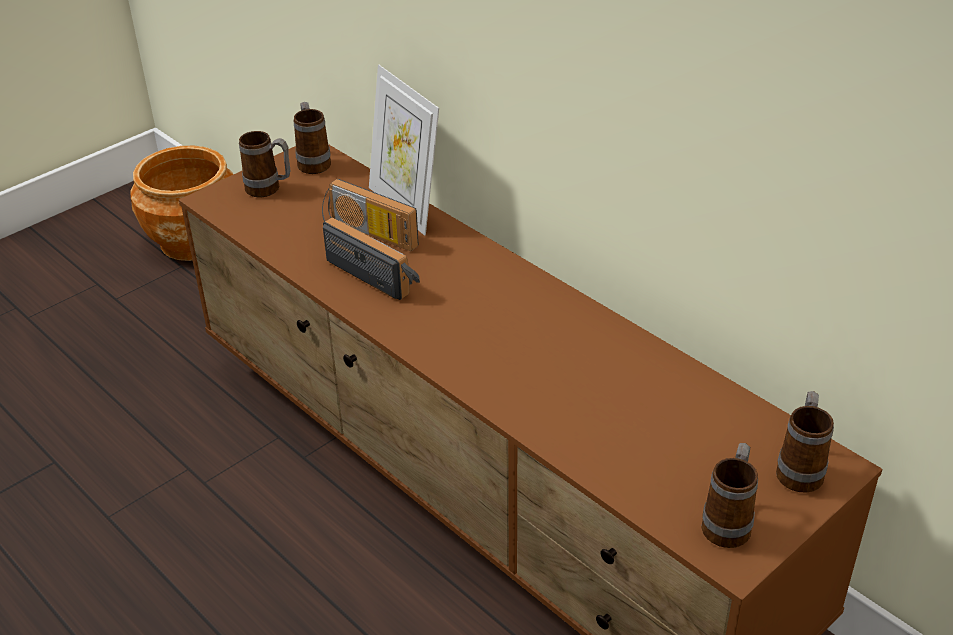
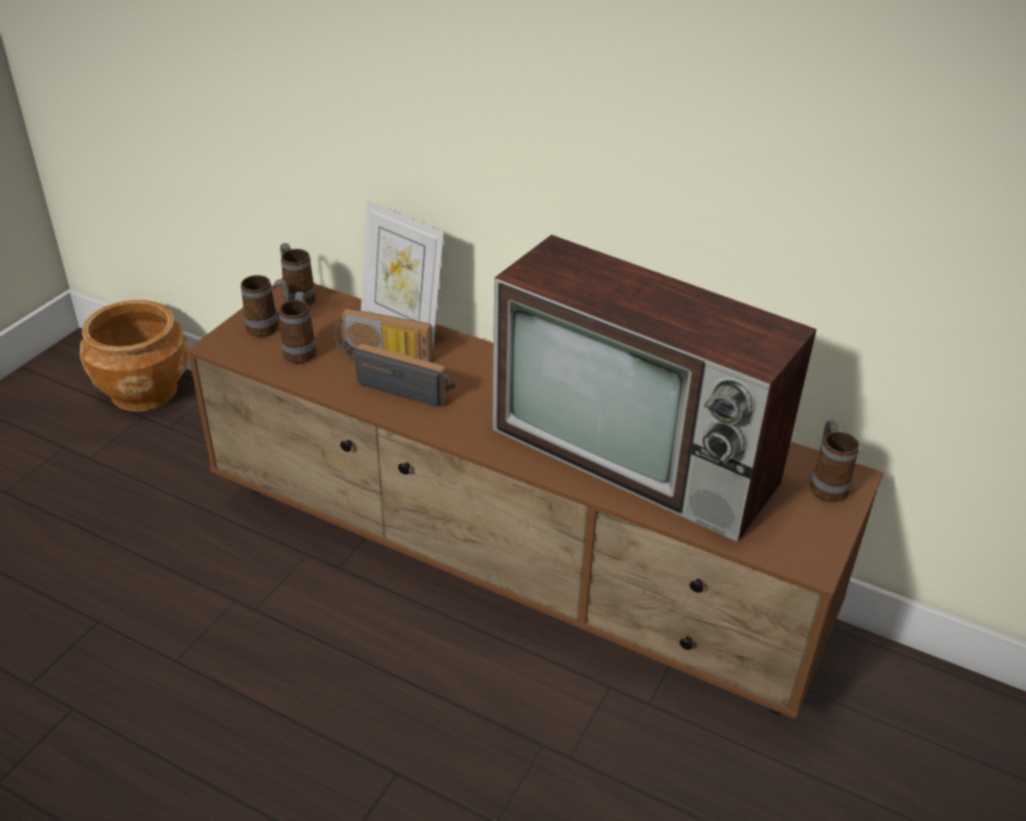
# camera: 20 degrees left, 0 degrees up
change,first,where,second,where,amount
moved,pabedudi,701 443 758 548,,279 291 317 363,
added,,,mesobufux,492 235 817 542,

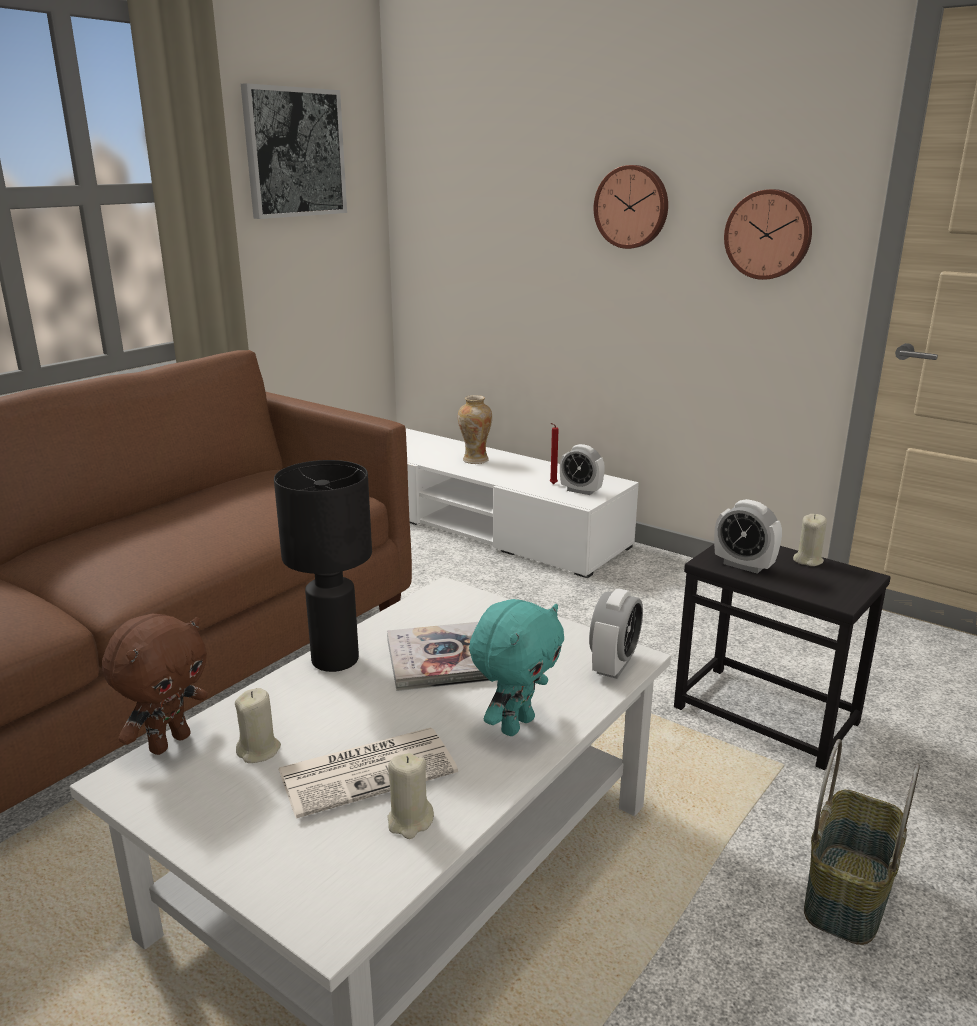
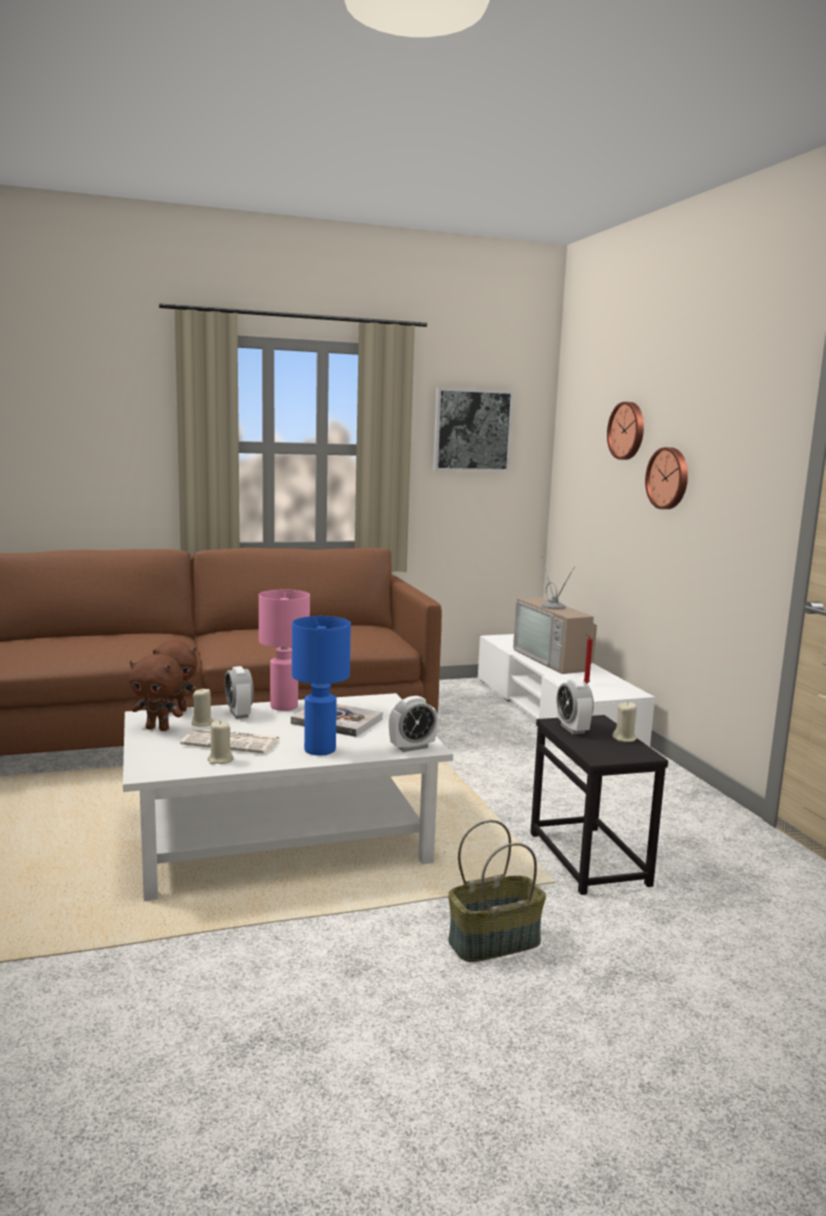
# camera: 35 degrees right, 10 degrees down
change,first,where,second,where,amount
recoloured,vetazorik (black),274 460 372 672,vetazorik (pink),259 590 310 711,
replaced,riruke,458 395 492 464,mesobufux,513 557 597 674,
replaced,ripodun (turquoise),469 599 564 736,vetazorik (blue),292 616 351 756,
moved,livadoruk,560 444 605 495,,225 666 254 719,
moved,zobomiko,724 189 812 280,,607 402 644 460,
added,,,ripodun (brown),129 654 183 731,

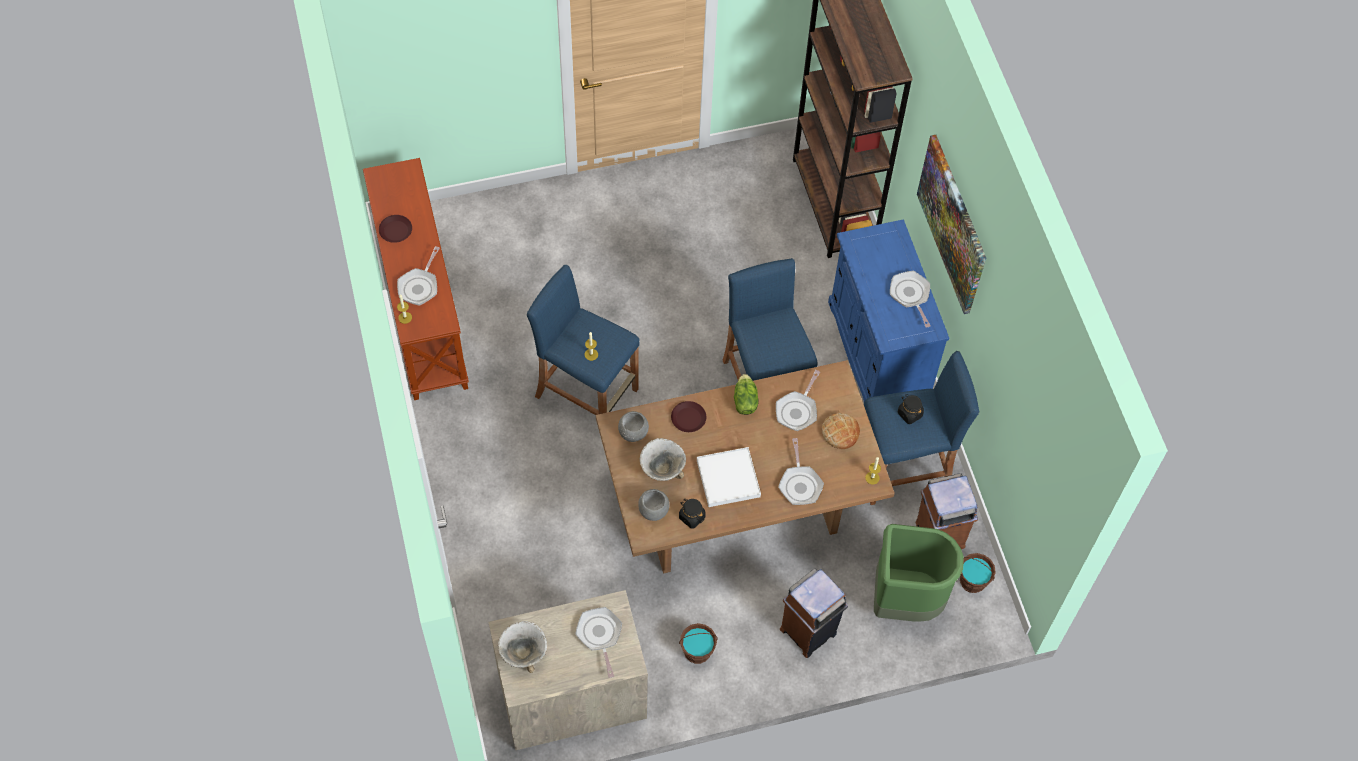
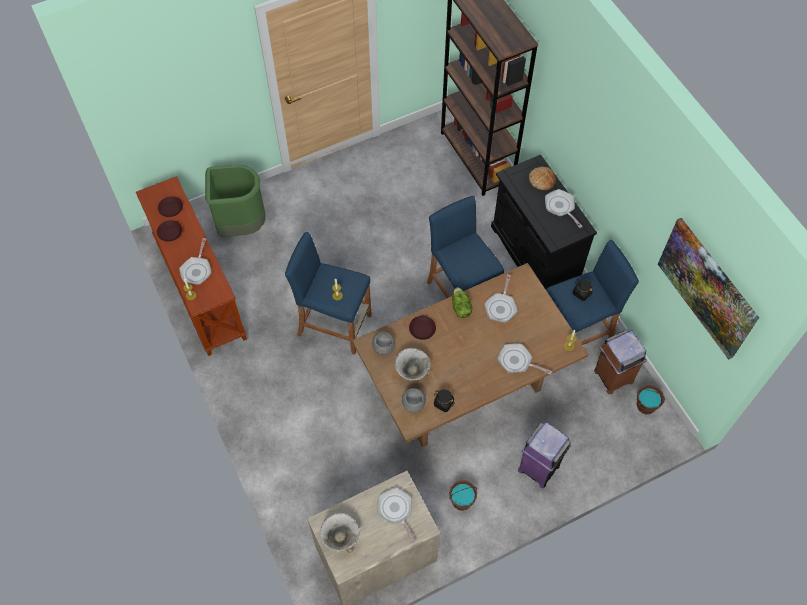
# camera: 10 degrees left, 0 degrees up
change,first,where,second,where,amount
removed,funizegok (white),697 447 761 507,,,
turned,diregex,778 438 824 505,,497 344 552 375,135 degrees clockwise
recoloured,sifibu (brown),780 569 848 658,sifibu (purple),518 422 571 489,
moved,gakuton,821 413 860 449,,529 166 556 190,
recoloured,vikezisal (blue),828 219 949 401,vikezisal (black),491 155 597 290,
moved,sifibu (green),874 524 964 621,,205 165 266 237,
moved,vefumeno,917 135 986 314,,658 218 759 360,
added,,,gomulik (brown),158 196 183 217,

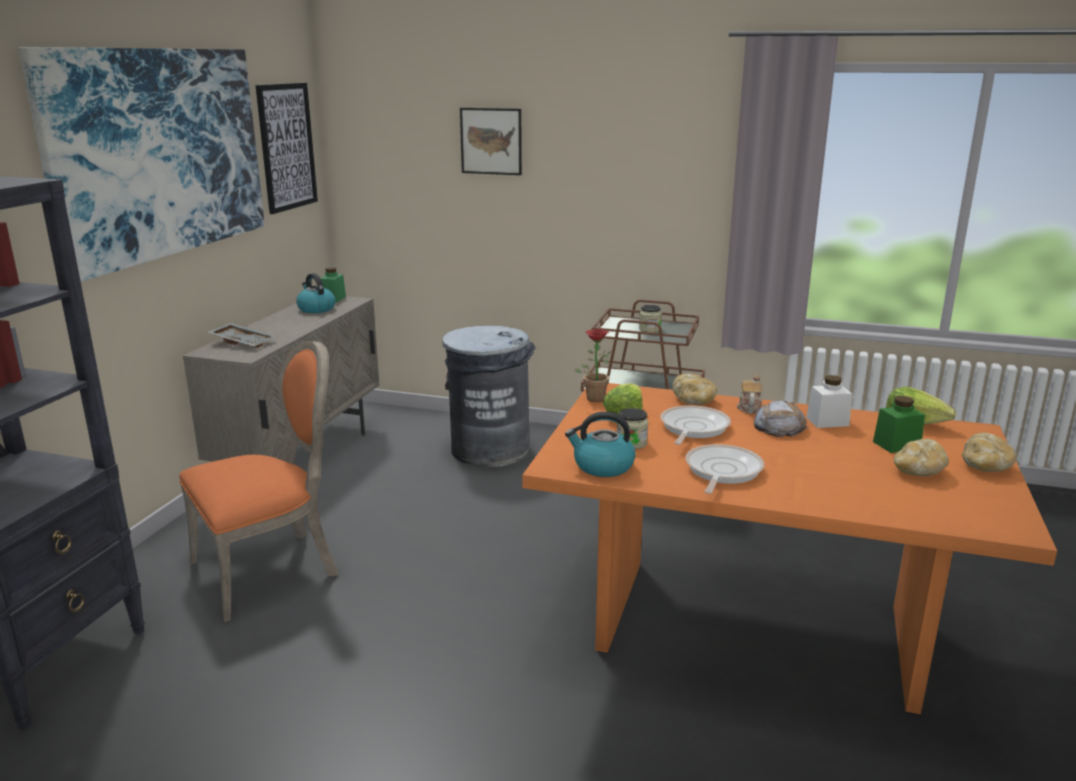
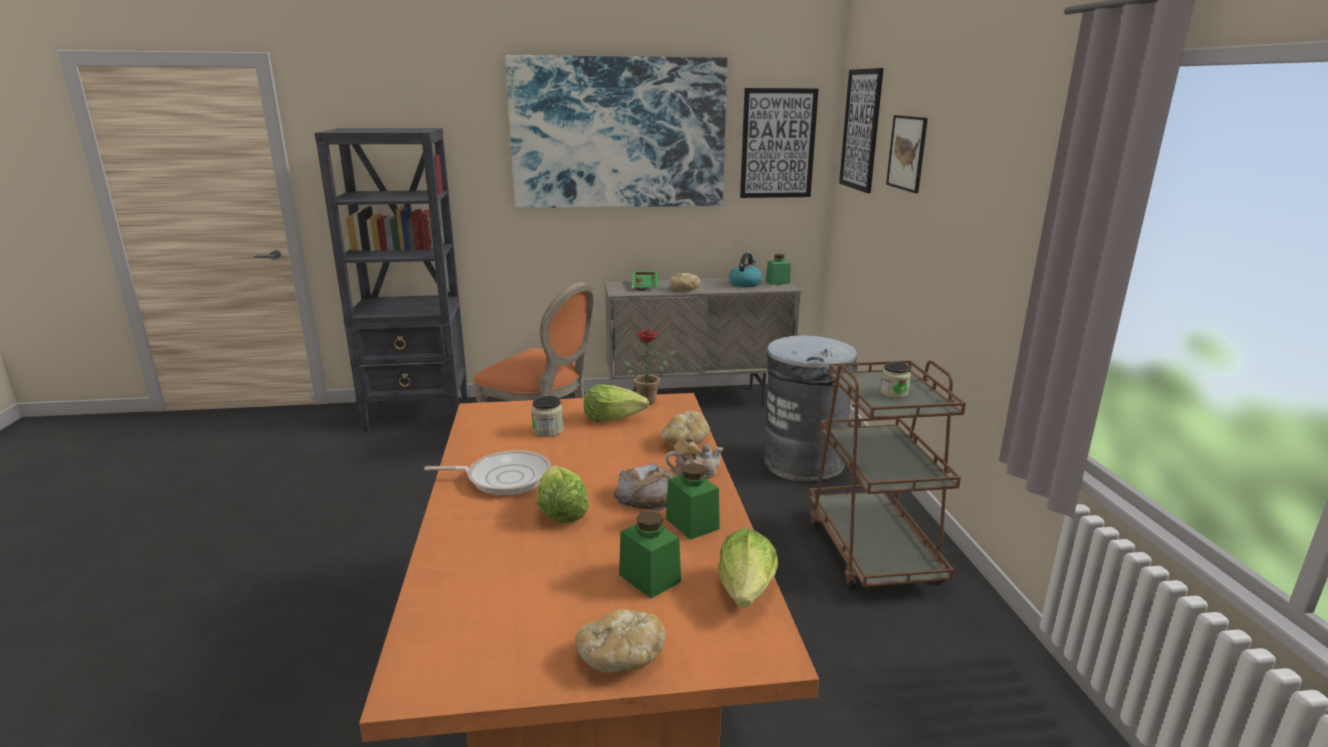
# camera: 65 degrees right, 0 degrees up
change,first,where,second,where,amount
recoloured,funizegok (grey),208 323 276 348,funizegok (green),632 271 659 291,
removed,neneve,565 412 636 477,,,
removed,diregex,661 405 731 445,,,
recoloured,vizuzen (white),806 375 852 428,vizuzen (green),666 463 720 540,
moved,gakuton,894 439 949 476,,669 273 700 291,
added,,,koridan,536 465 589 523,
added,,,vefumeno,839 68 884 193,

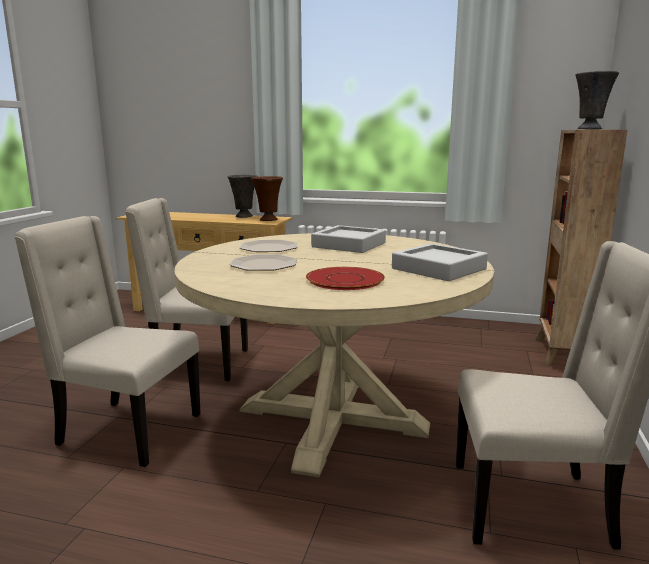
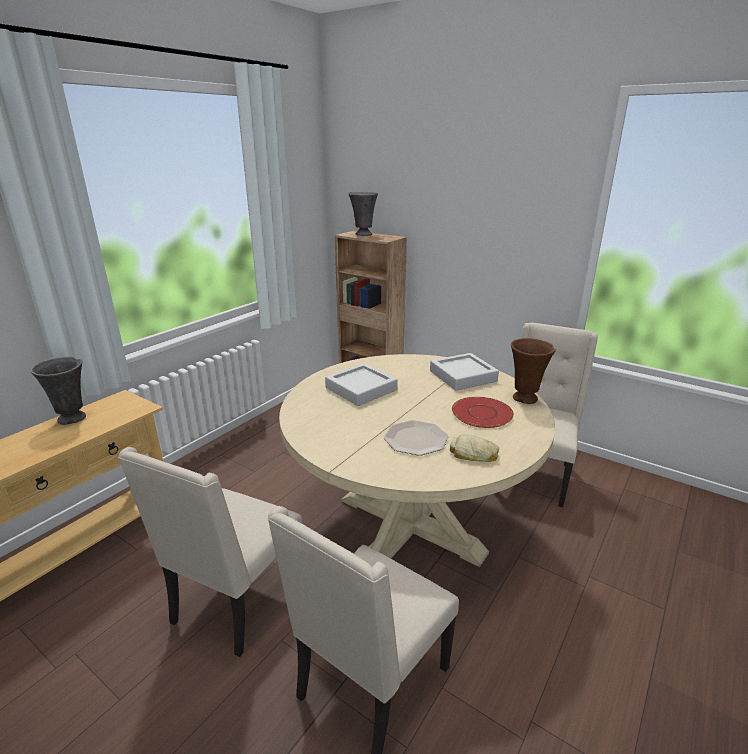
# camera: 70 degrees left, 10 degrees up
change,first,where,second,where,amount
removed,gomulik,240 240 297 252,,,
moved,riruke (brown),251 176 283 221,,511 338 556 404,
added,,,gakuton,450 434 499 462,

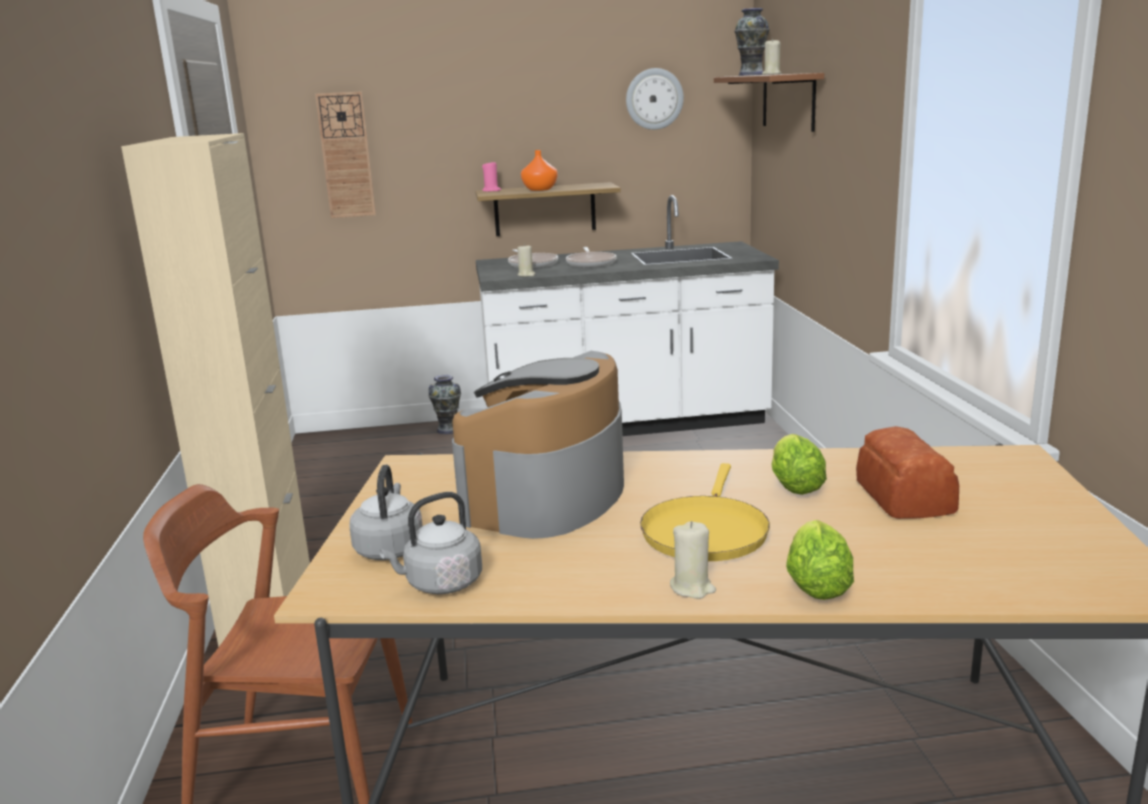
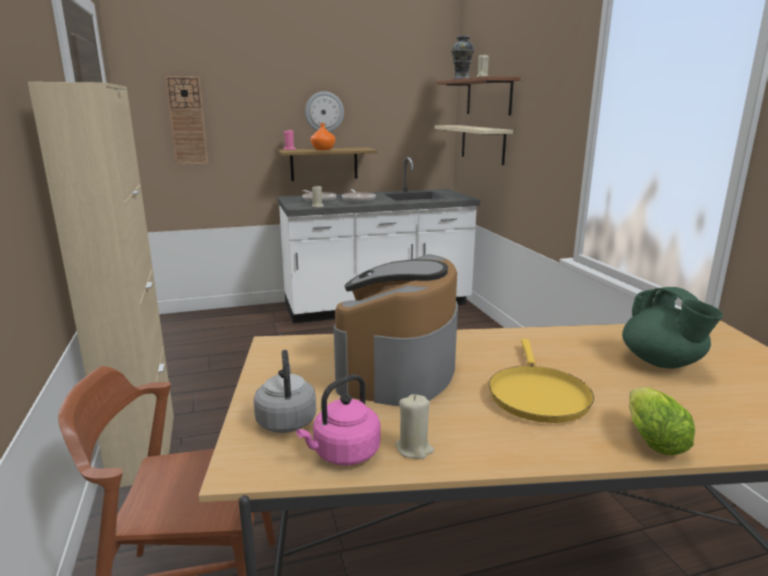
# camera: 10 degrees left, 0 degrees up
change,first,where,second,where,amount
recoloured,neneve (grey),379 492 482 594,neneve (pink),296 374 380 466,
removed,riruke,428 374 461 434,,,
moved,zobomiko,626 68 684 130,,305 91 344 132,
moved,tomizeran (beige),670 521 716 599,,395 394 434 459,
removed,koridan,772 434 827 495,,,
replaced,gakuton,856 426 959 519,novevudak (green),622 287 723 369,
added,,,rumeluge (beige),434 125 513 165,

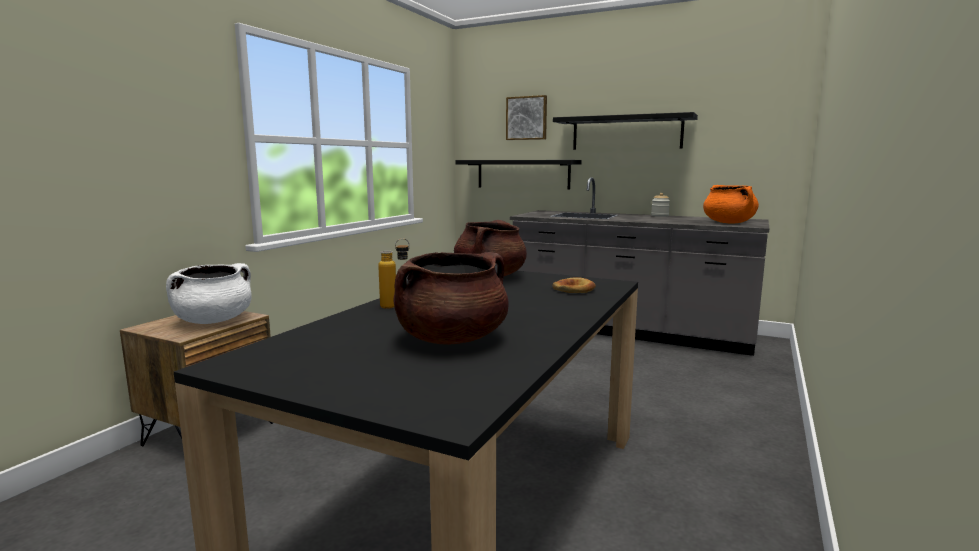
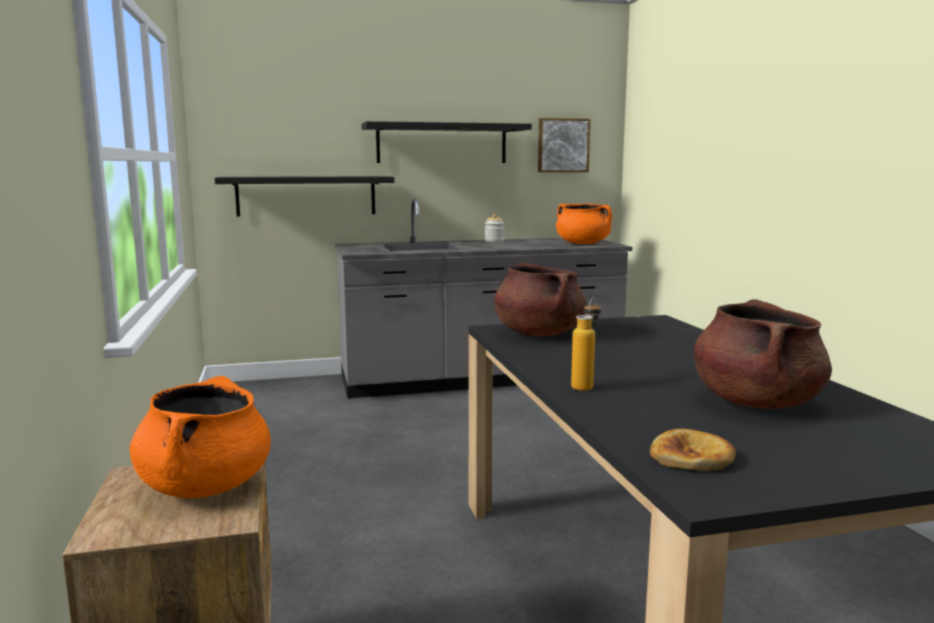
# camera: 40 degrees left, 0 degrees up
change,first,where,second,where,amount
recoloured,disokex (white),166 263 252 324,disokex (orange),130 376 271 498,
moved,vefumeno,506 95 547 140,,538 118 591 172,
moved,gakuton,552 277 596 293,,650 428 736 471,

